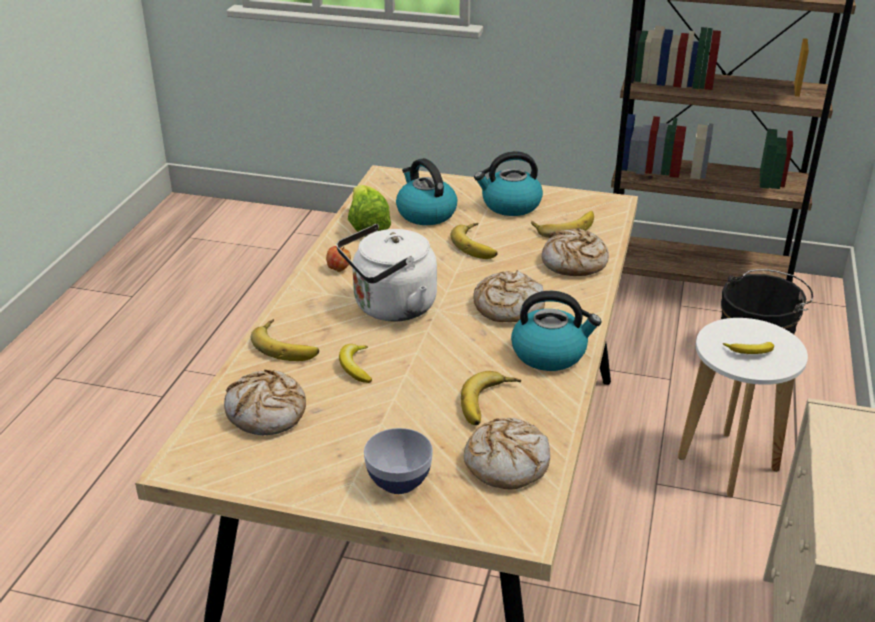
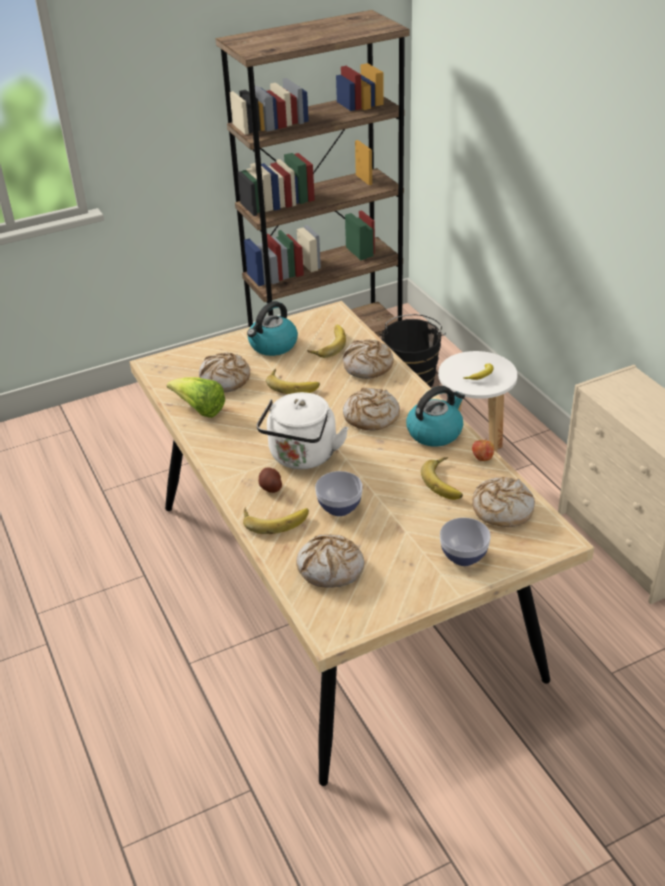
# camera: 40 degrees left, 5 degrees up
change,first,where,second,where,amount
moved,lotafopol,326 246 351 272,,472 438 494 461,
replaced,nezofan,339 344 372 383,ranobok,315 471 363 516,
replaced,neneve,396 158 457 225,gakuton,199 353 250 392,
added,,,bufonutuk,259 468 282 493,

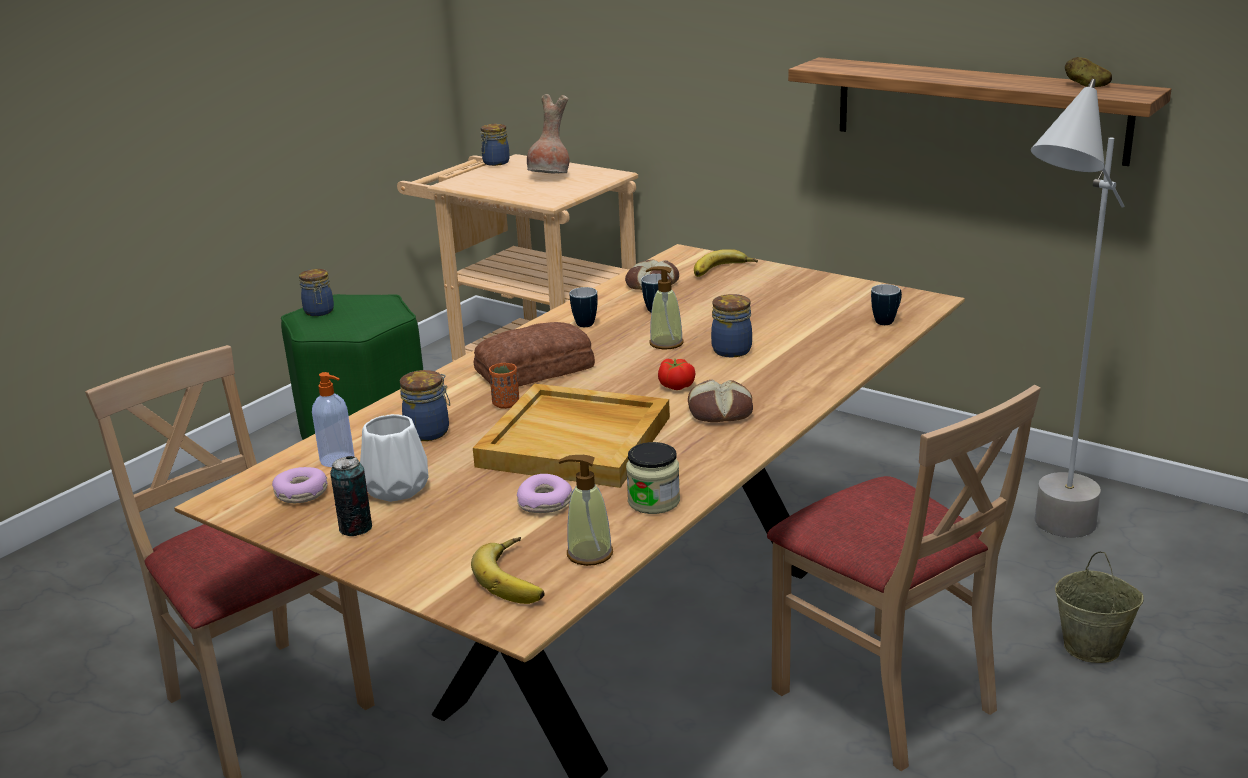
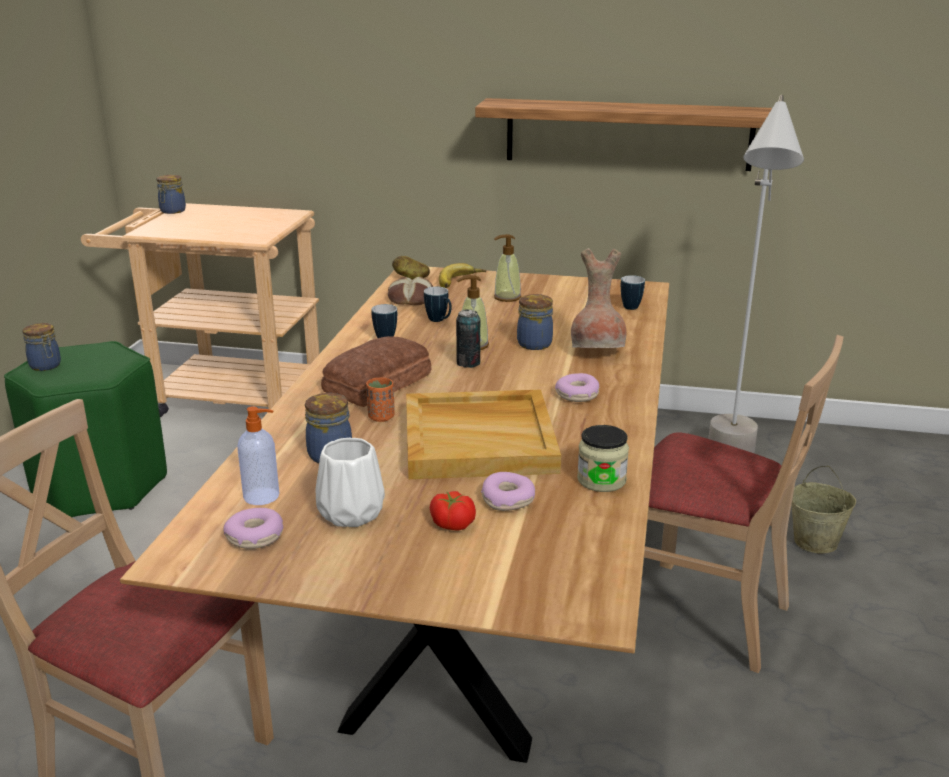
# camera: 25 degrees left, 0 degrees up
change,first,where,second,where,amount
moved,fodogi,330 456 372 536,,456 309 480 368,
removed,nezofan,471 537 545 604,,,
moved,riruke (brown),527 94 569 174,,571 248 627 348,
moved,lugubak,559 455 613 566,,494 234 521 302,
moved,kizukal,658 359 696 390,,430 491 476 530,
replaced,gakuton,688 380 753 422,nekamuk,555 373 599 402,
moved,bufonutuk,1065 57 1112 87,,392 256 430 279,

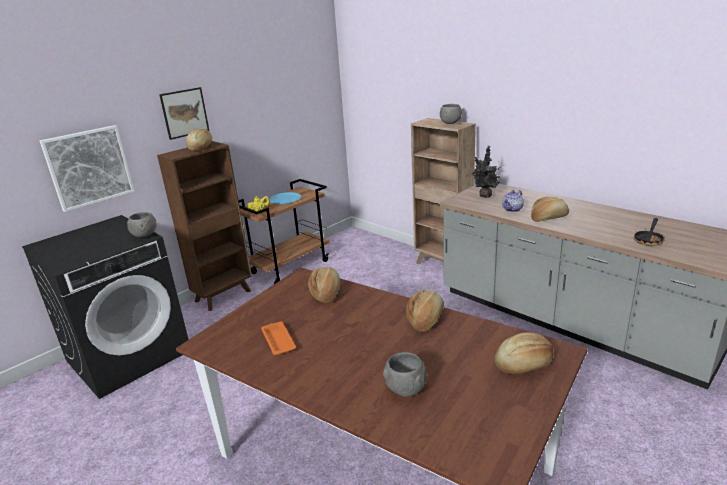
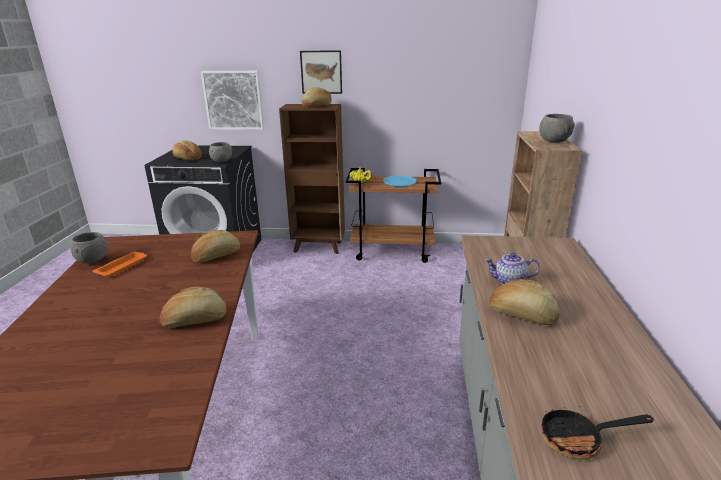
# camera: 50 degrees right, 0 degrees up
change,first,where,second,where,amount
moved,ranobok (grey),383 352 427 397,,70 232 108 263,
removed,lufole,472 145 500 198,,,
moved,gakuton,495 332 553 374,,172 140 202 161,

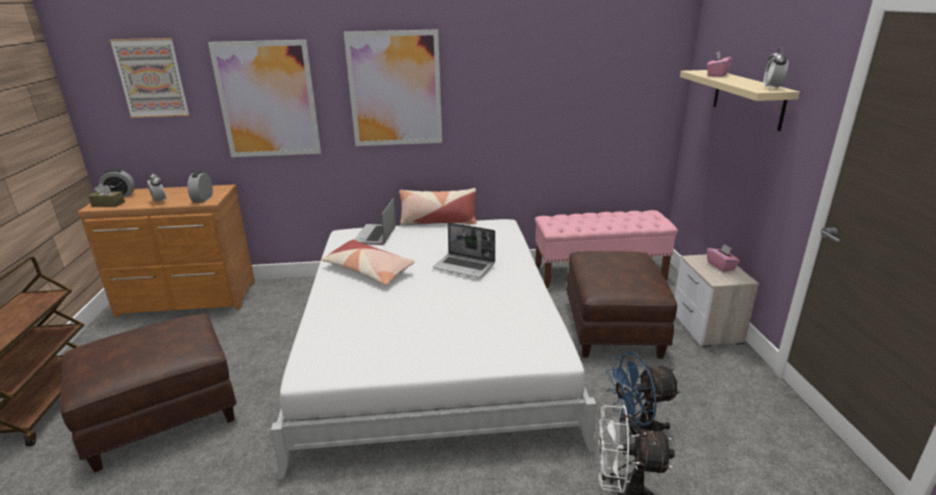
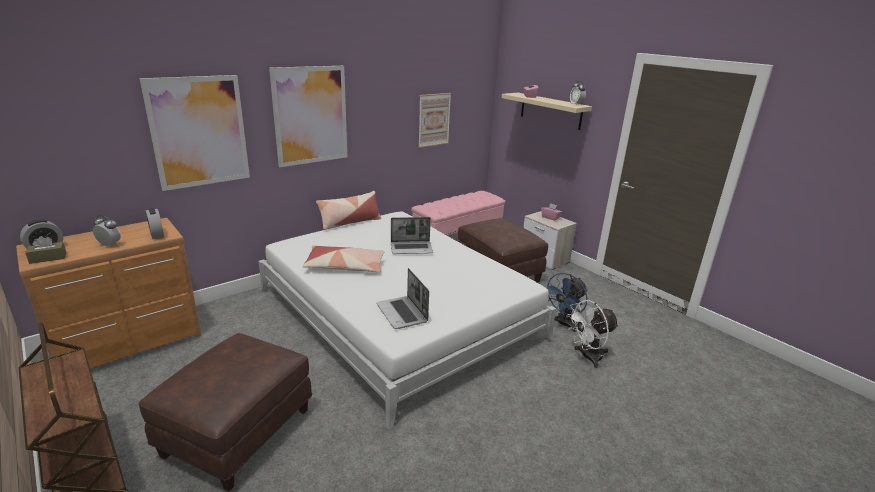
# camera: 35 degrees left, 0 degrees up
change,first,where,second,where,amount
moved,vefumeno,109 38 190 118,,418 93 451 148,
moved,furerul,355 198 396 245,,377 268 429 329,

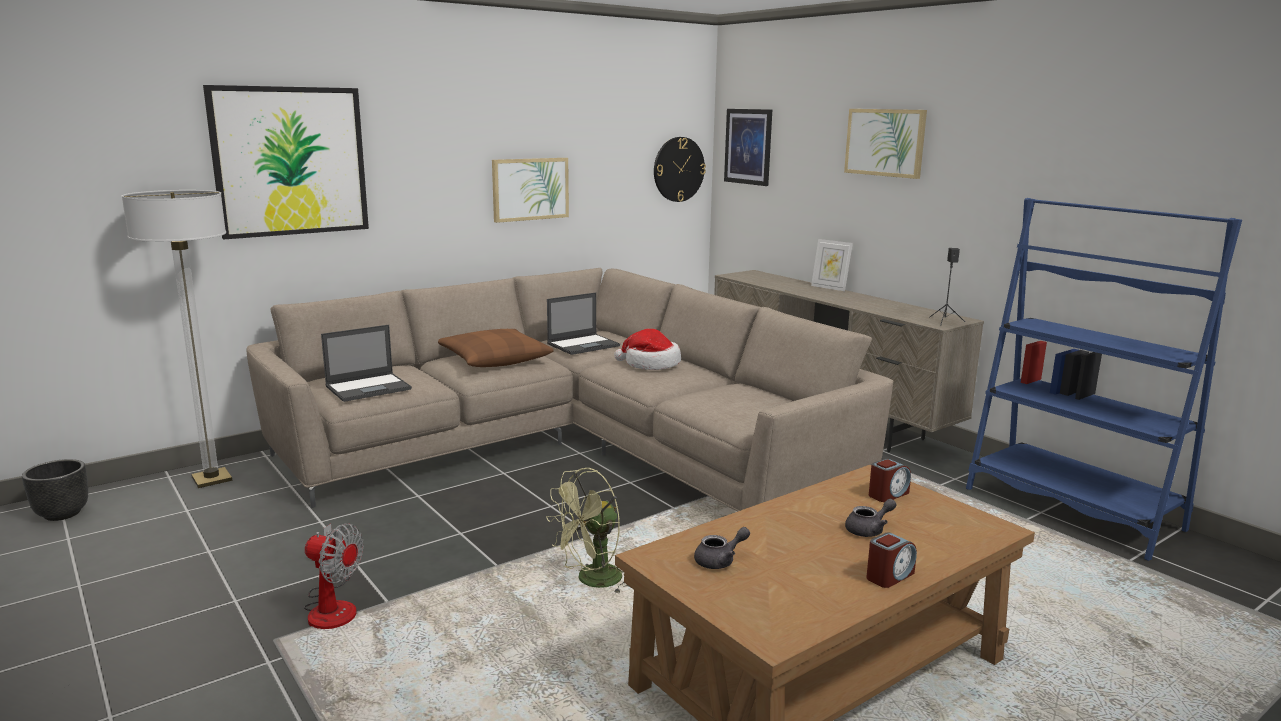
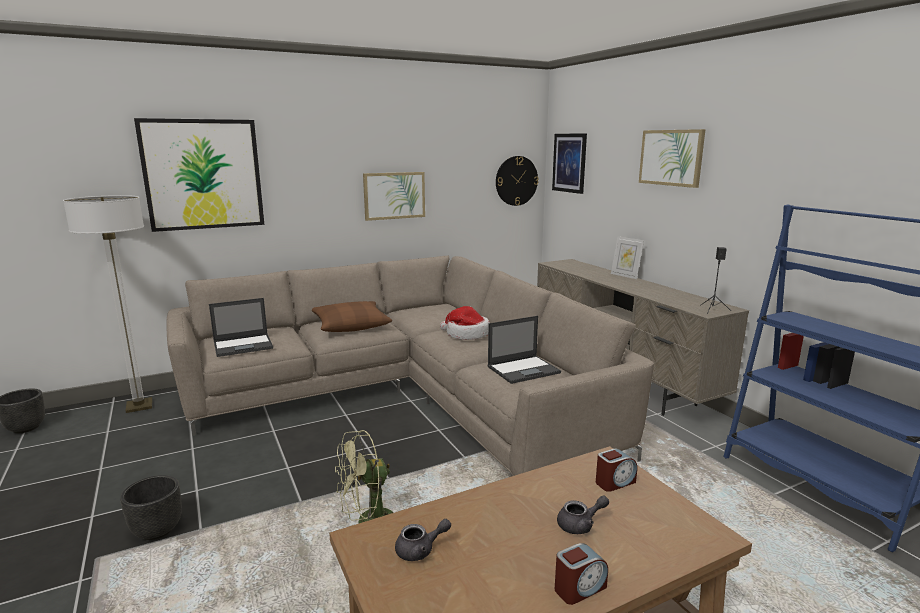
# camera: 10 degrees right, 0 degrees up
change,first,where,second,where,amount
replaced,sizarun,304 523 364 629,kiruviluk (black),120 475 182 540,
moved,furerul,547 293 620 355,,487 316 561 384,

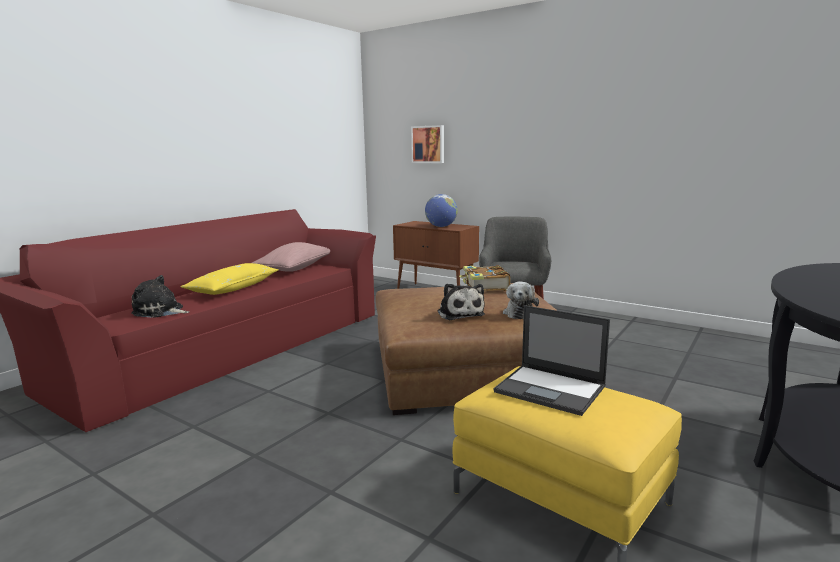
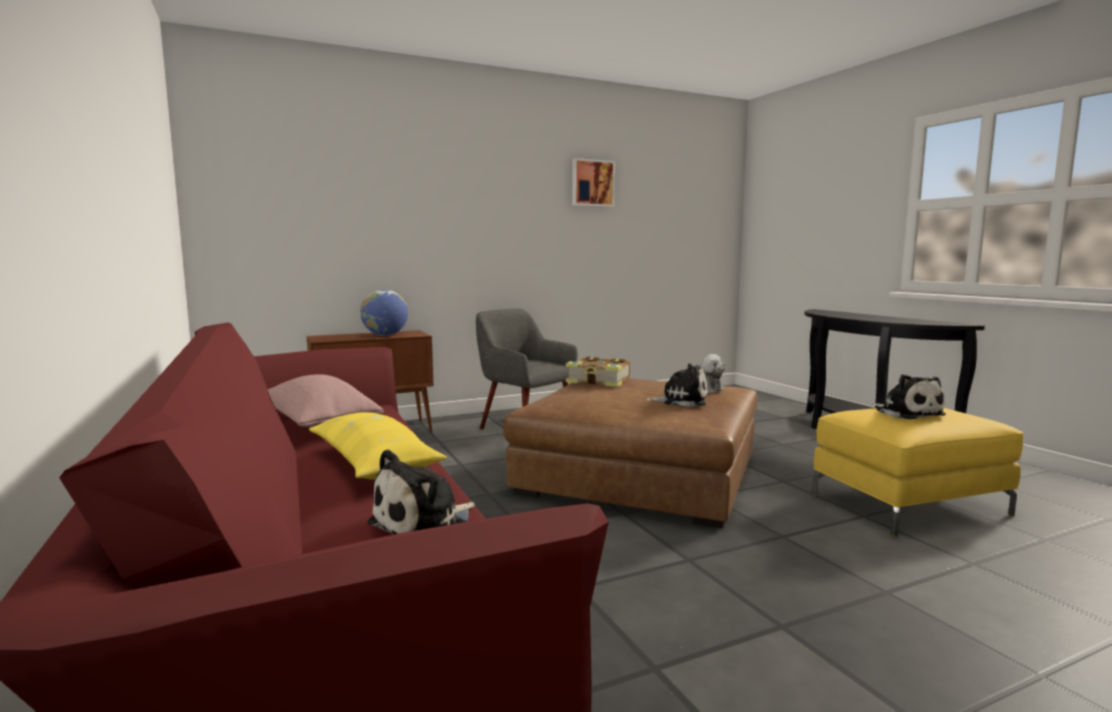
# camera: 60 degrees left, 5 degrees down
change,first,where,second,where,amount
moved,vefumeno,411 125 444 163,,572 158 615 207,
replaced,furerul,494 305 610 416,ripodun,872 374 946 419,

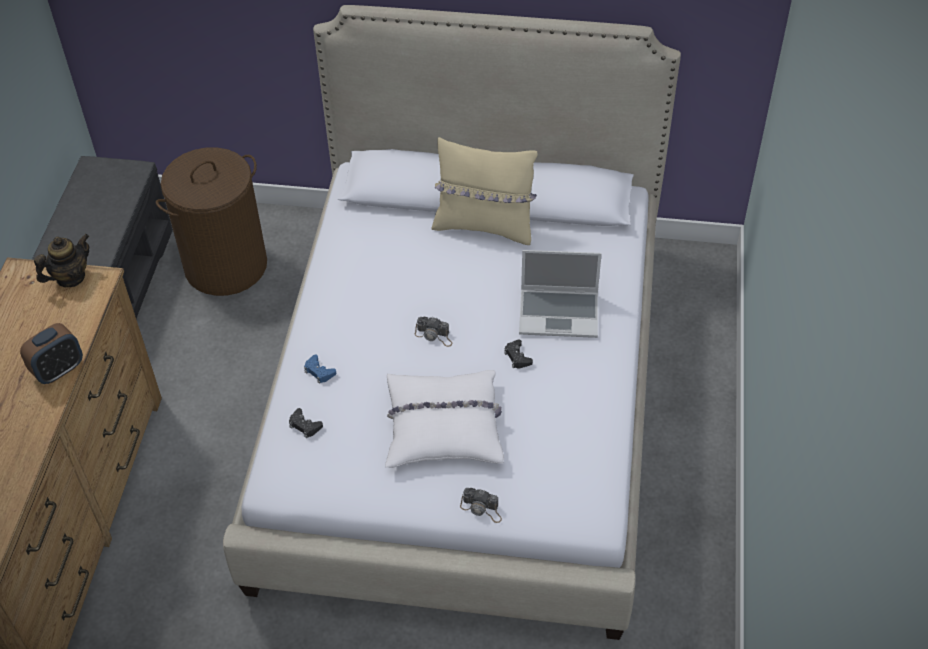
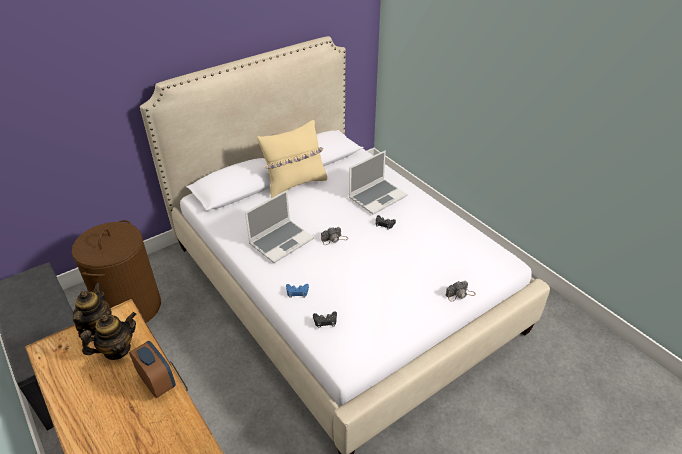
# camera: 45 degrees left, 10 degrees down
change,first,where,second,where,amount
turned,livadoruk,20 323 83 384,,129 341 176 398,45 degrees counterclockwise
removed,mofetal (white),385 370 504 468,,,
added,,,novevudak,80 312 136 360,
added,,,furerul,245 190 314 263,

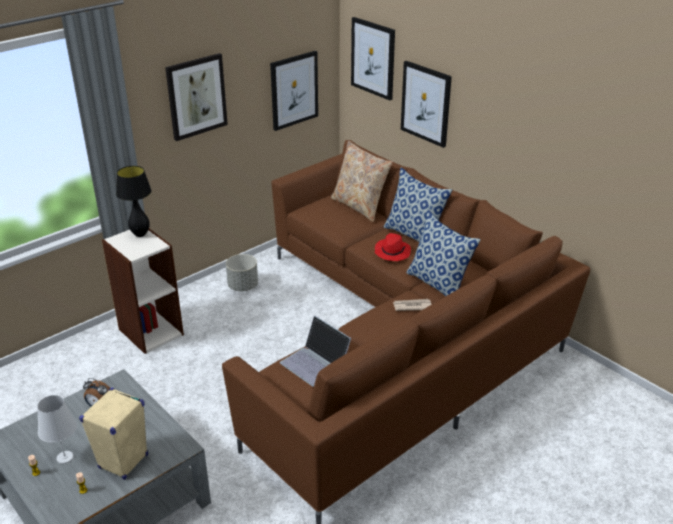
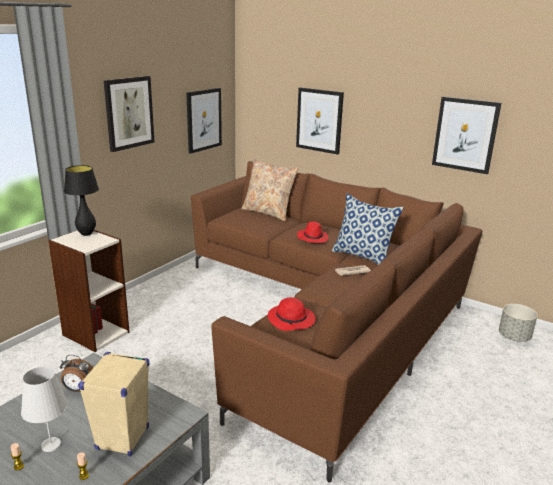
# camera: 15 degrees left, 10 degrees down
change,first,where,second,where,amount
moved,kiruviluk (grey),226 254 258 291,,499 304 537 342,
replaced,furerul,280 316 351 387,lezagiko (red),268 297 316 331,
moved,vefumeno,351 17 395 100,,432 97 501 174,
removed,mofetal,384 168 452 242,,,

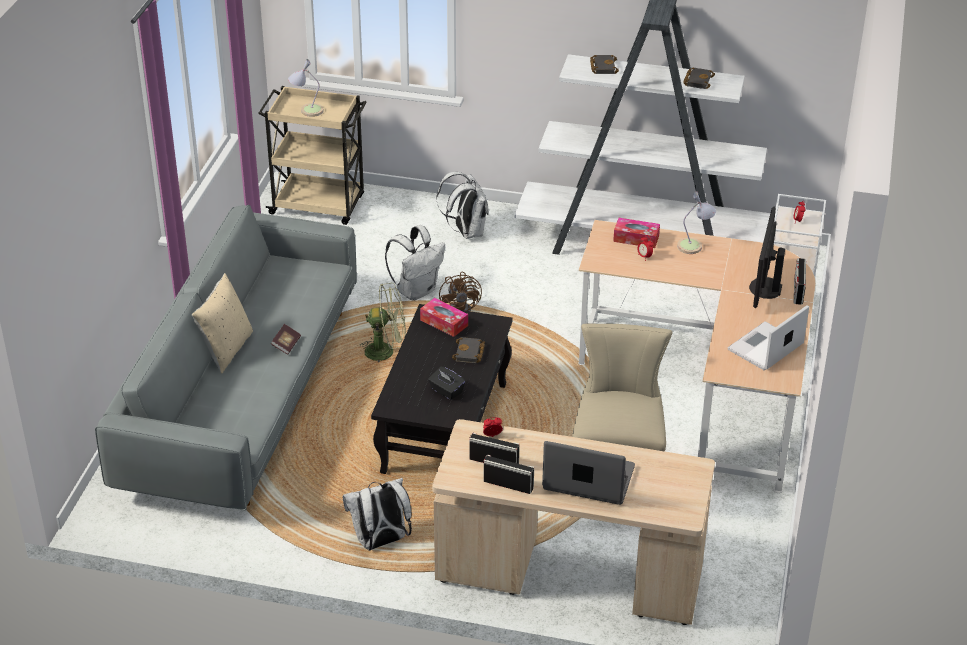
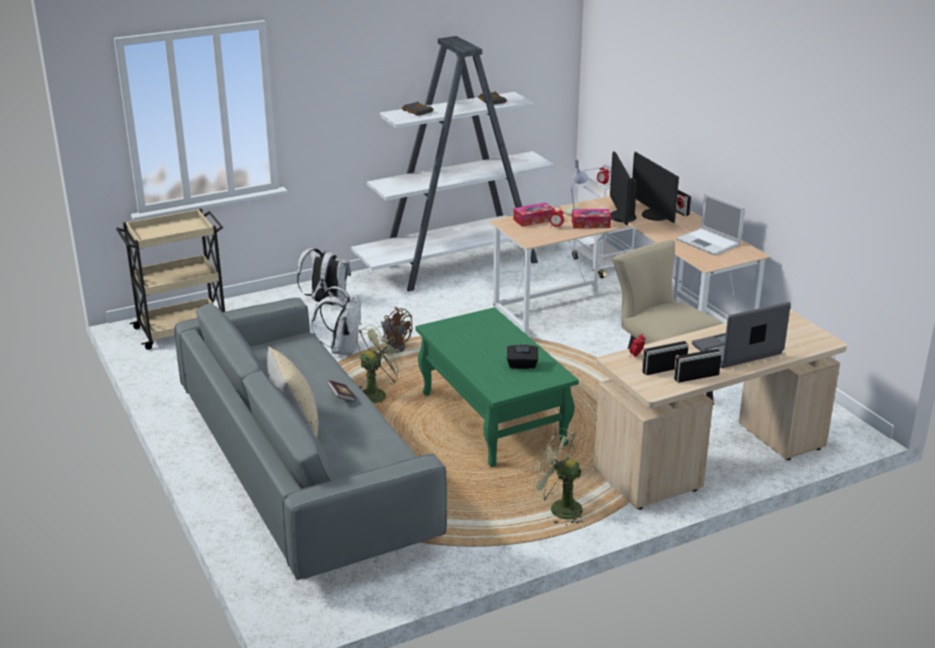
# camera: 40 degrees left, 10 degrees down
change,first,where,second,where,amount
removed,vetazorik,288 59 324 117,,,
replaced,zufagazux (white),343 478 412 550,sizarun (green),531 428 583 524,
recoloured,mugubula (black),371 304 513 474,mugubula (green),415 307 579 467,
moved,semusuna,420 298 468 337,,572 209 611 229,
removed,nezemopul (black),452 337 485 363,,,
turned,furerul,728 305 809 371,,676 193 745 255,45 degrees counterclockwise
added,,,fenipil,610 151 637 226,

